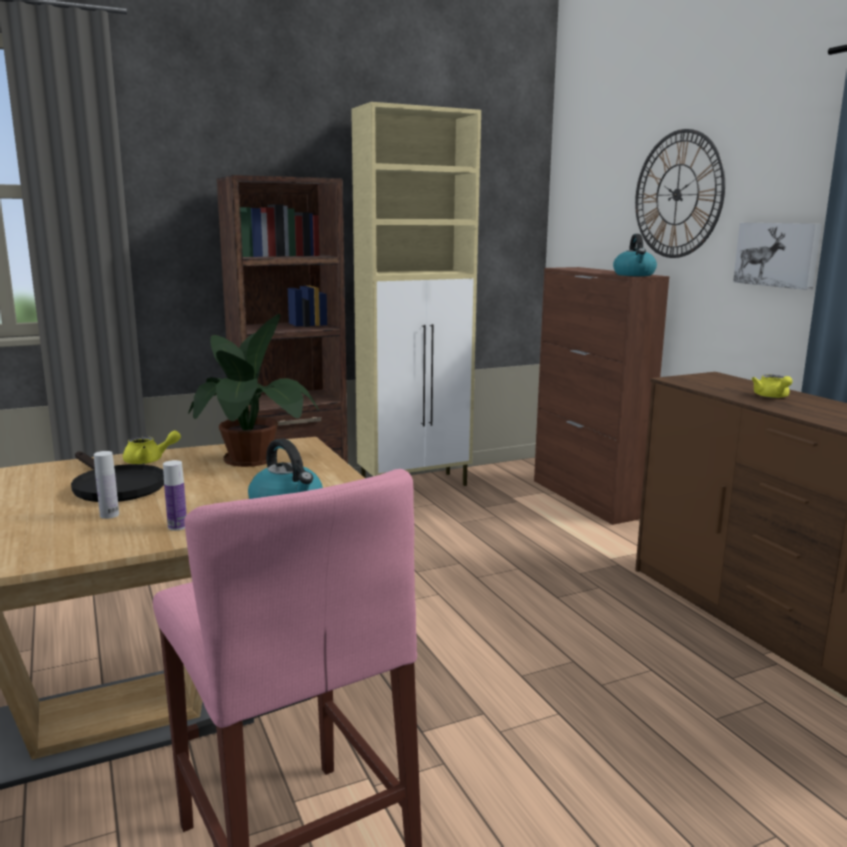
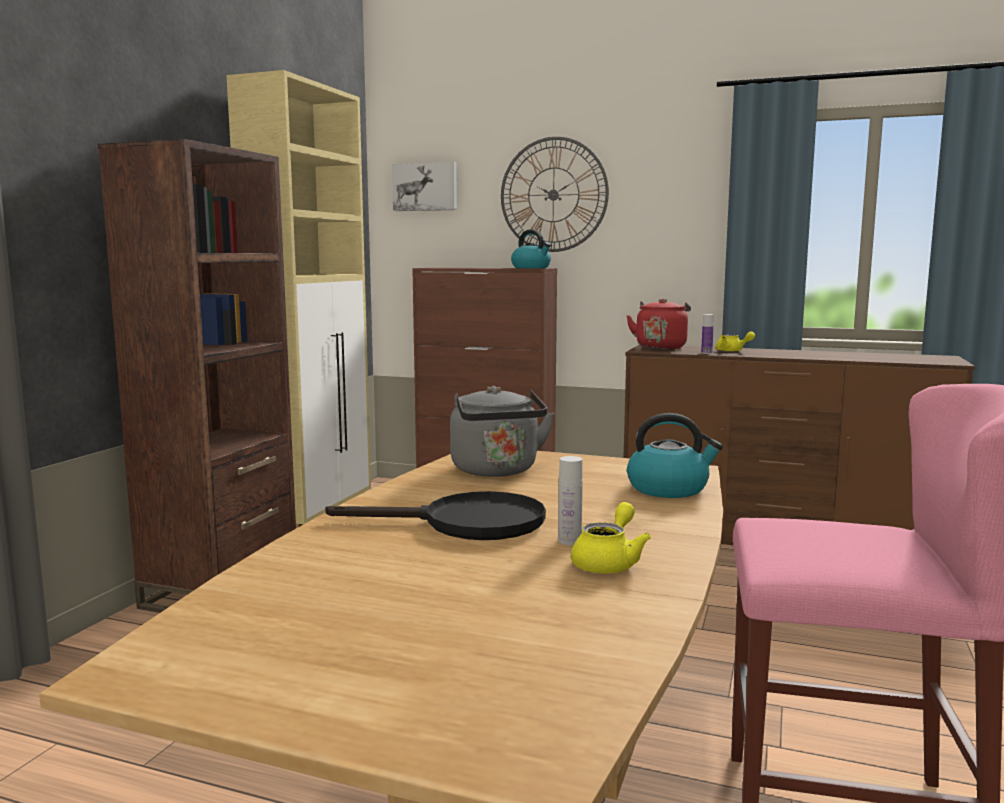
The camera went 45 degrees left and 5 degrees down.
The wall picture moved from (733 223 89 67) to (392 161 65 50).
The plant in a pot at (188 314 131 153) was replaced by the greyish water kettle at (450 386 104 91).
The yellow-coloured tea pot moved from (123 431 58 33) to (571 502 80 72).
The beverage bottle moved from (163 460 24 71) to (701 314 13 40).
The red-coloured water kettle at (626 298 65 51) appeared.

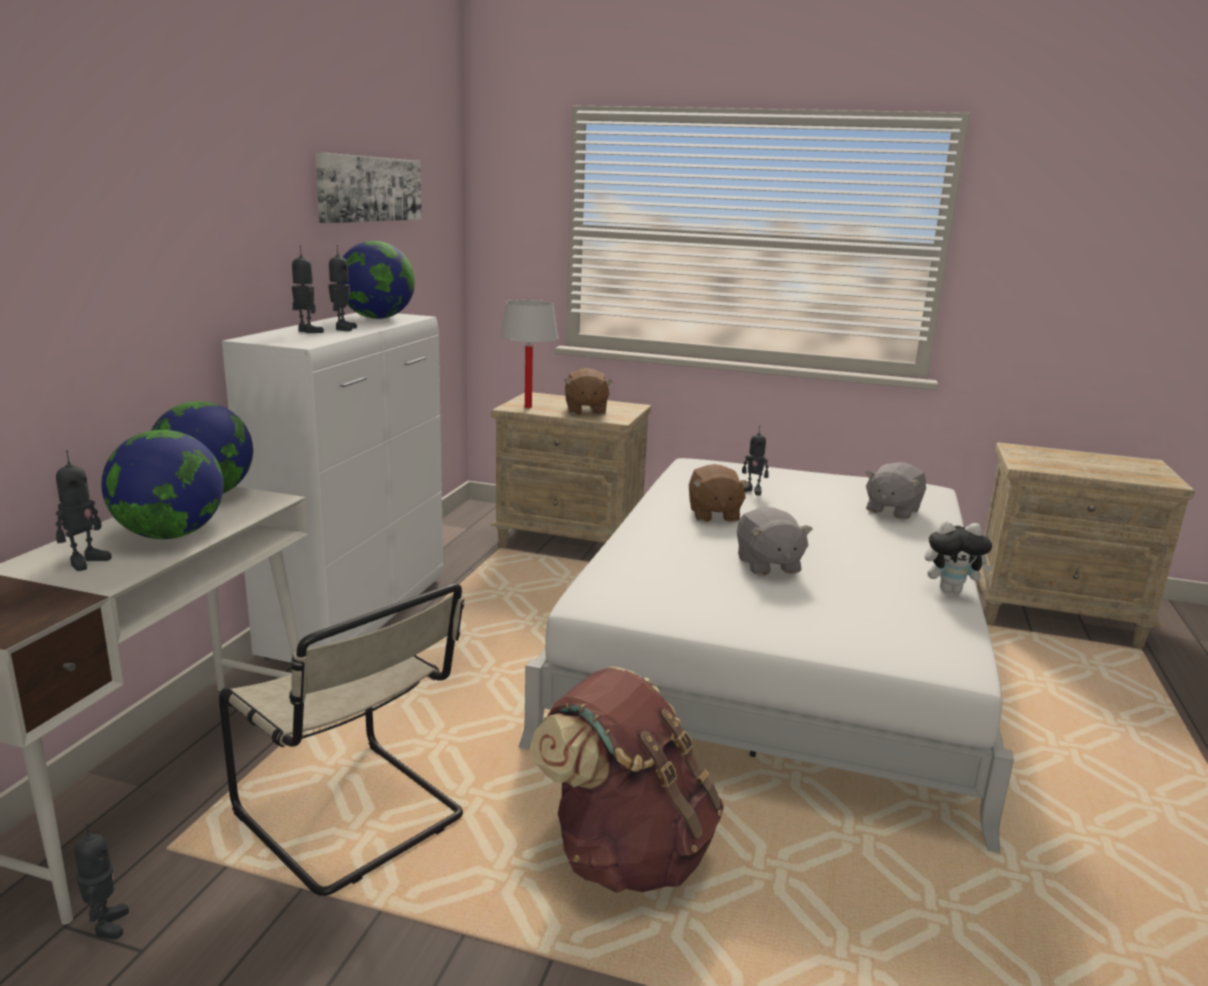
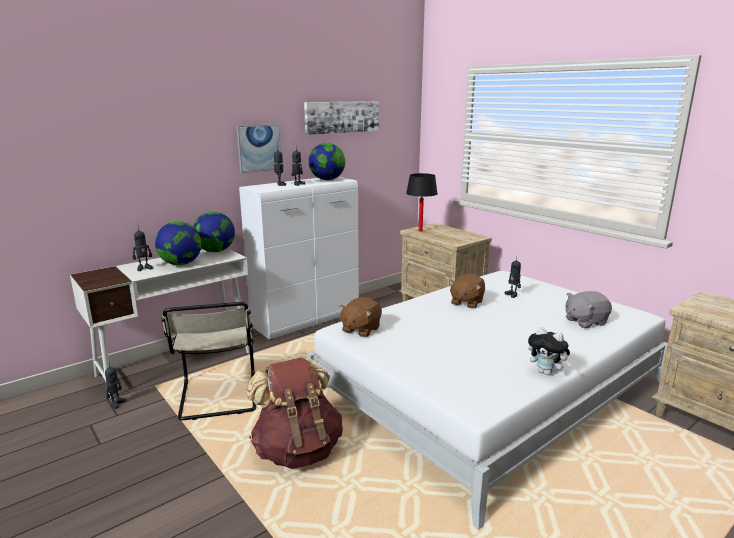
The camera went 35 degrees right and 0 degrees up.
The whitish table lamp at (500 300 58 108) became the black-coloured table lamp at (406 173 32 59).
The brown cuddly toy moved from (564 368 48 47) to (339 297 43 40).
The greyish cuddly toy at (737 507 76 69) disappeared.
The wall picture at (237 124 44 49) appeared.

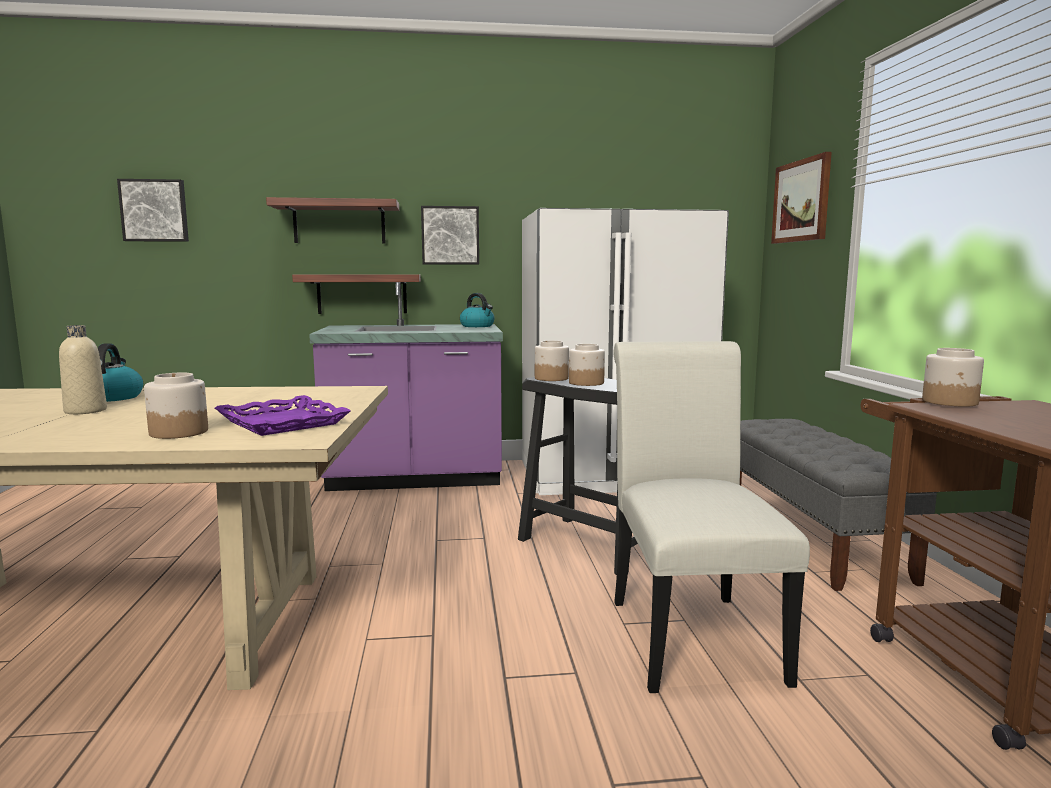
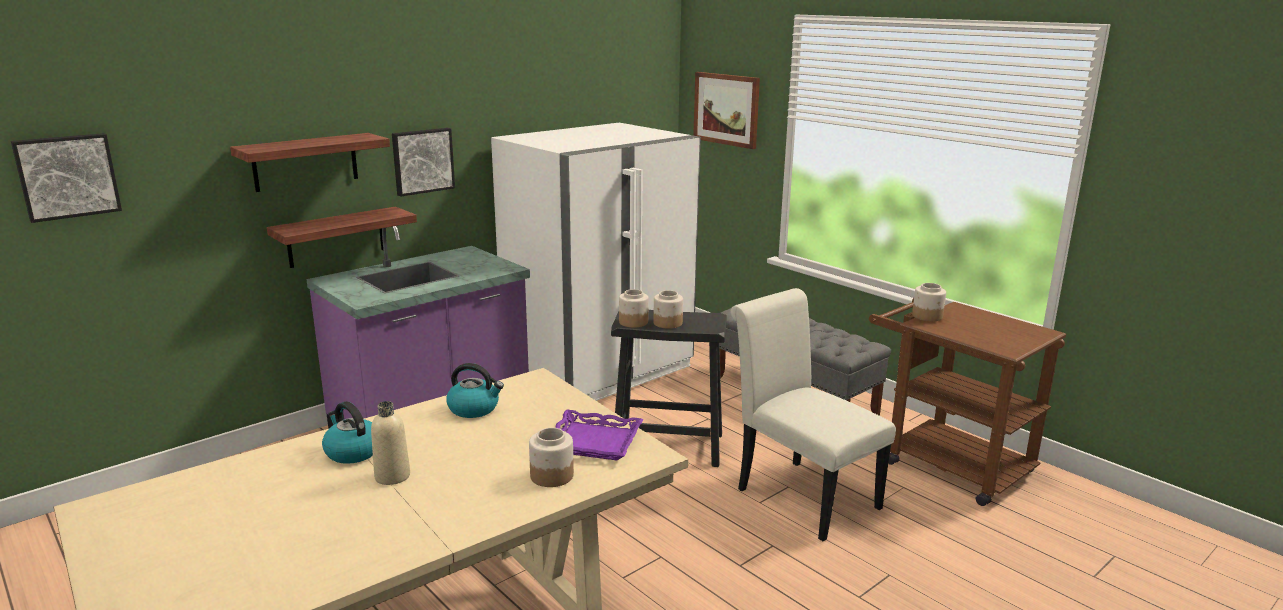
The camera went 35 degrees left and 10 degrees up.
The water kettle moved from (460 293 35 34) to (446 363 58 55).

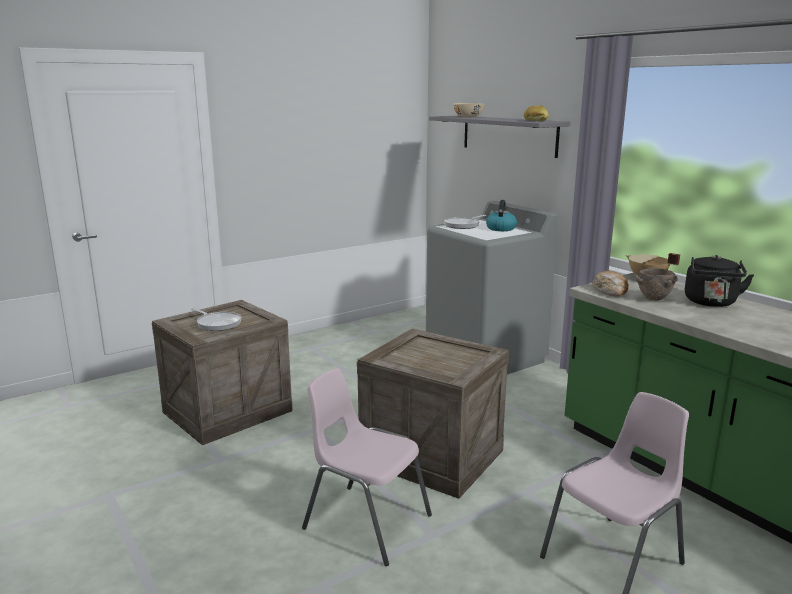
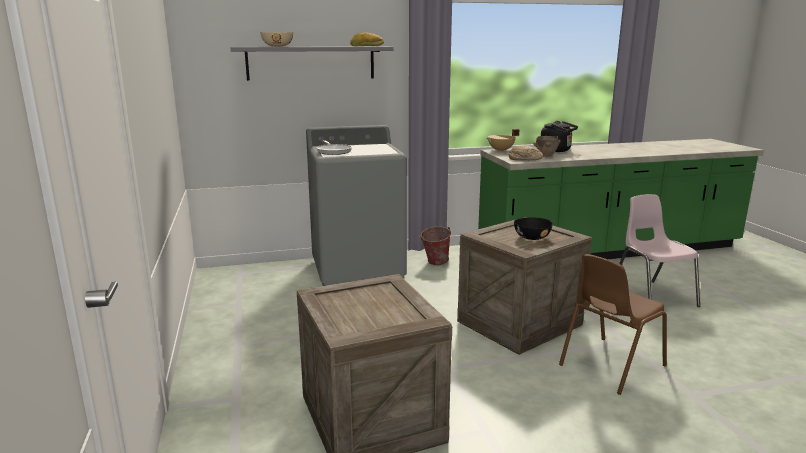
The camera went 70 degrees left and 0 degrees up.
The water kettle at (486 200 31 31) disappeared.
The frying pan at (191 308 50 23) disappeared.
The pink chair at (302 368 130 198) became the brown chair at (559 254 108 141).
The black-coloured bowl at (514 217 39 23) appeared.
The water bucket at (419 226 32 39) appeared.

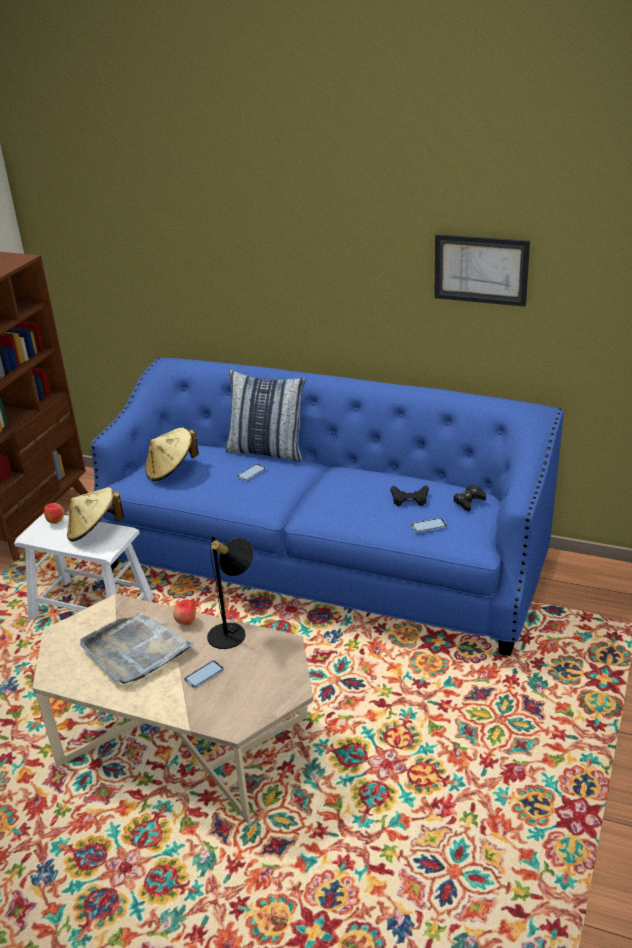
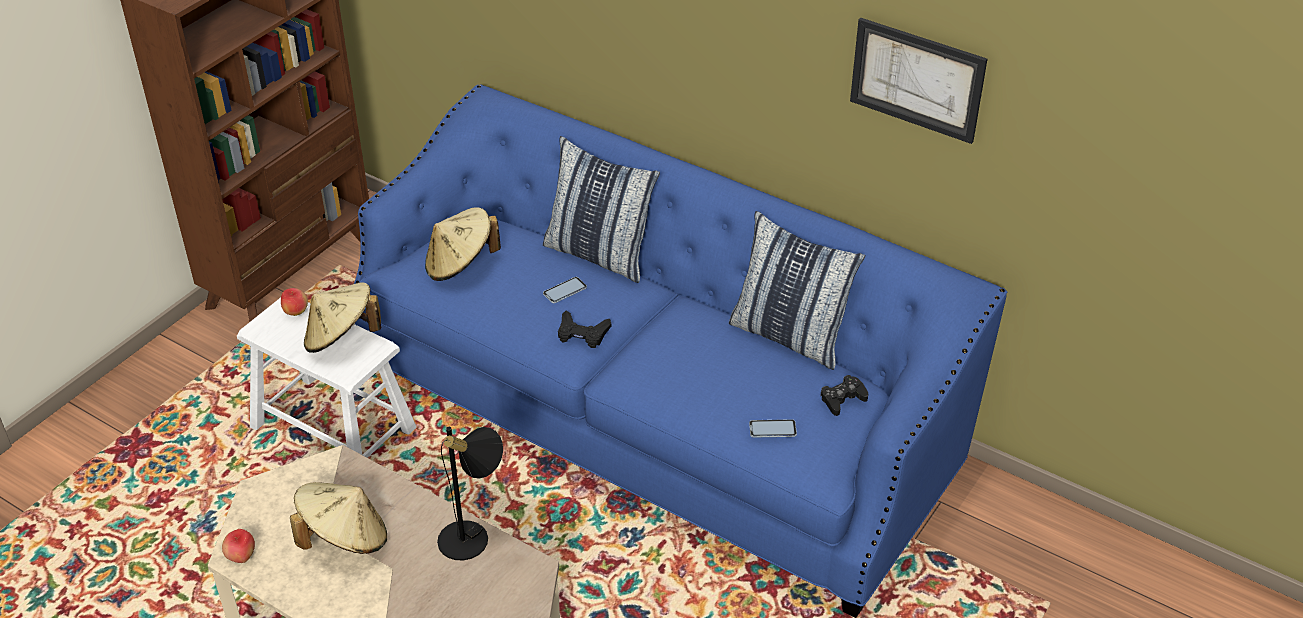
The camera went 10 degrees right and 10 degrees up.
The black-coloured gamepad moved from (390 485 39 21) to (558 311 53 37).
The apple fruit moved from (173 599 23 26) to (222 529 33 34).
The greyish tray at (80 613 114 71) was replaced by the beige hat at (290 482 97 72).
The phone at (184 660 40 28) disappeared.
The cushion at (729 211 136 159) appeared.

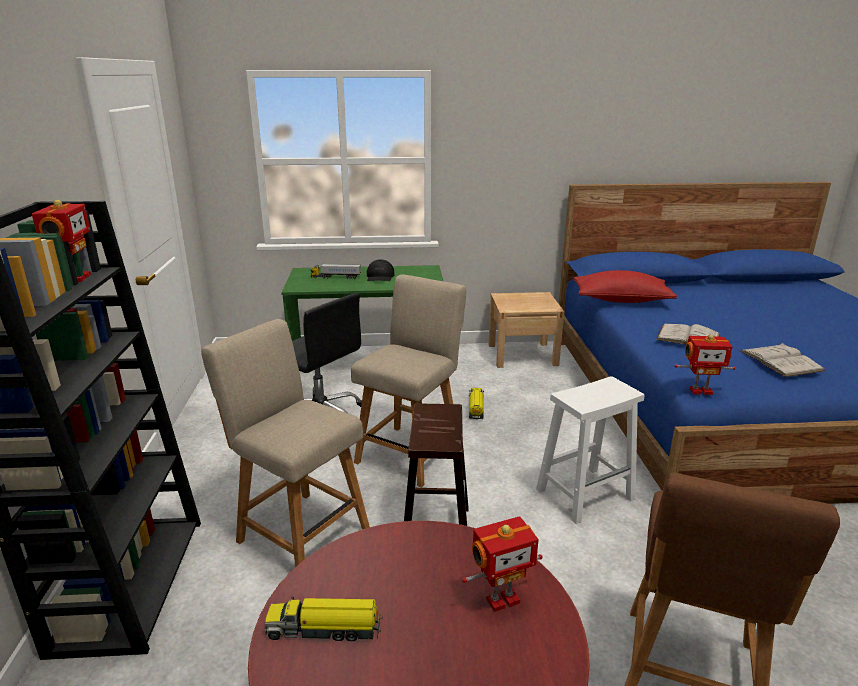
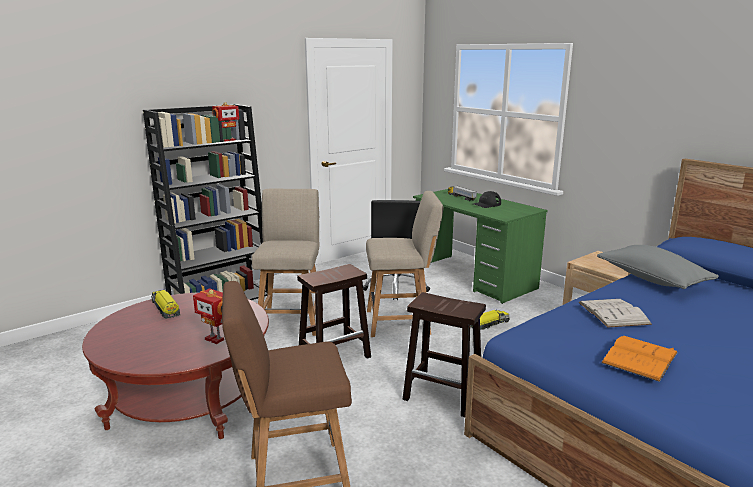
The camera went 55 degrees right and 5 degrees down.
The red-coloured cushion at (574 270 103 33) became the greyish cushion at (597 245 122 44).
The model robot at (675 335 61 60) disappeared.
The whitish book at (741 343 84 34) became the orange-coloured book at (601 336 77 46).
The whitish sitting stool at (536 376 108 148) became the brown sitting stool at (402 292 84 125).

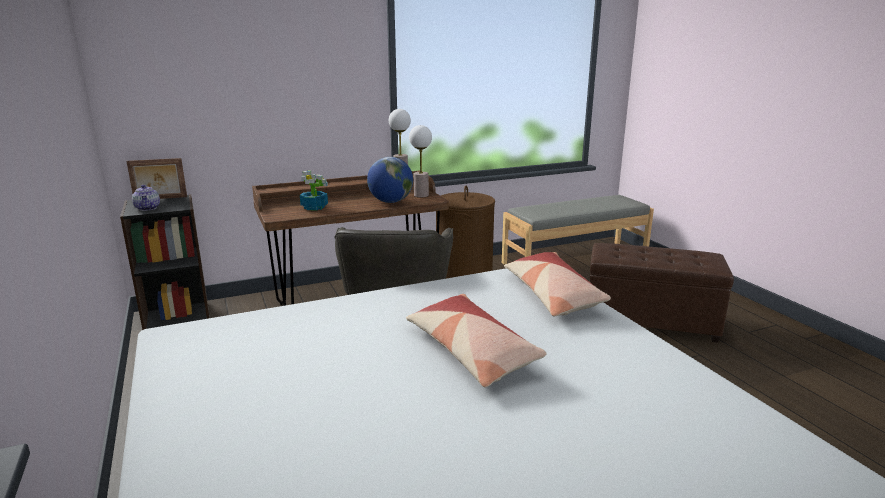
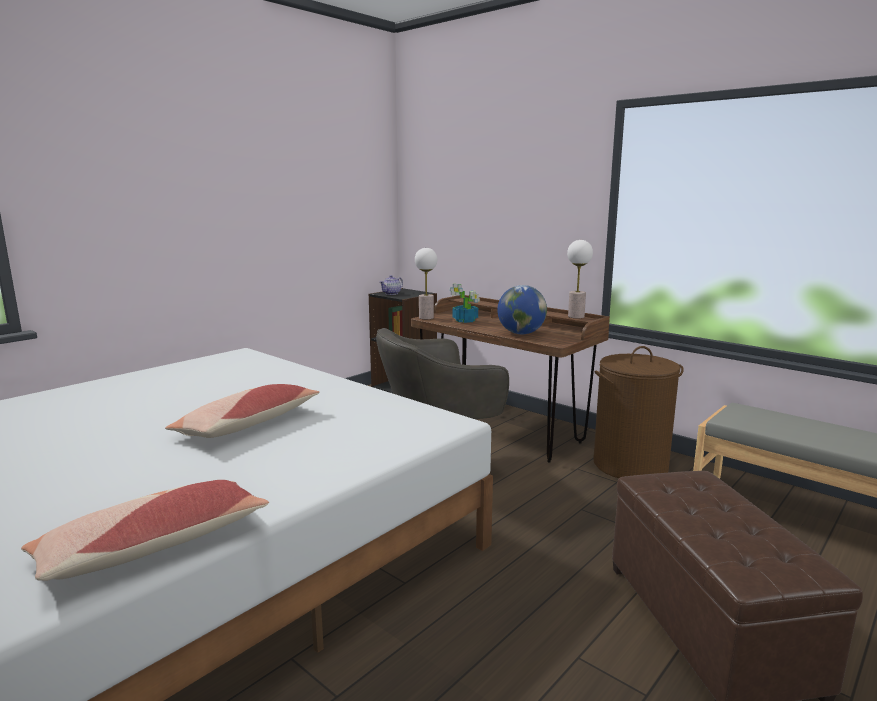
The camera went 65 degrees right and 5 degrees down.
The table lamp moved from (409 125 23 72) to (415 248 22 71).
The photo frame at (127 158 60 41) disappeared.
The cushion moved from (504 252 107 65) to (21 480 248 101).

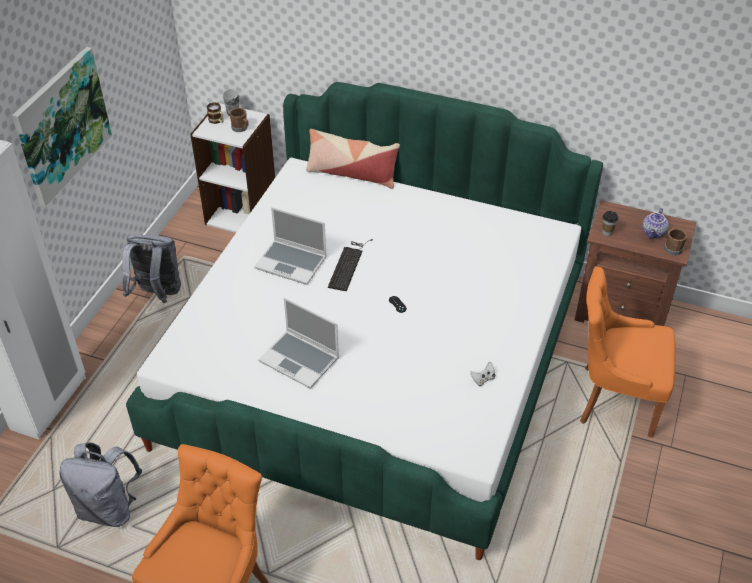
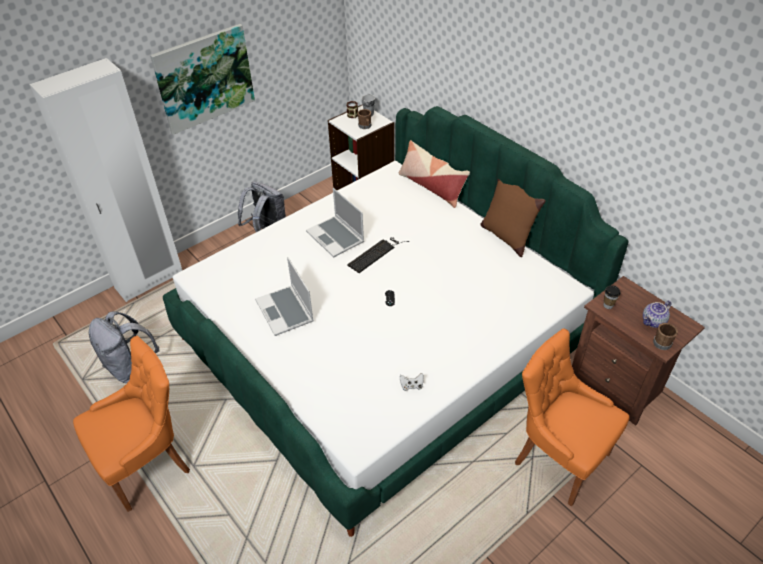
The camera went 30 degrees right and 0 degrees up.
The brown cushion at (481 179 65 78) appeared.

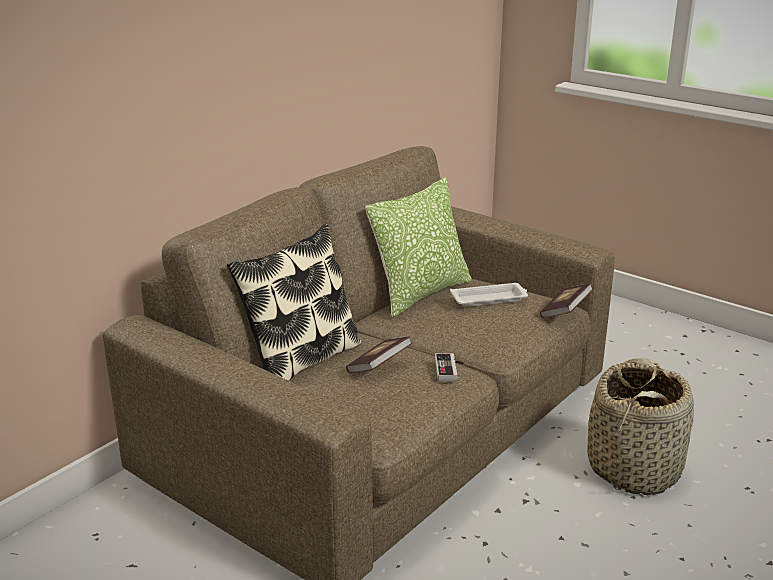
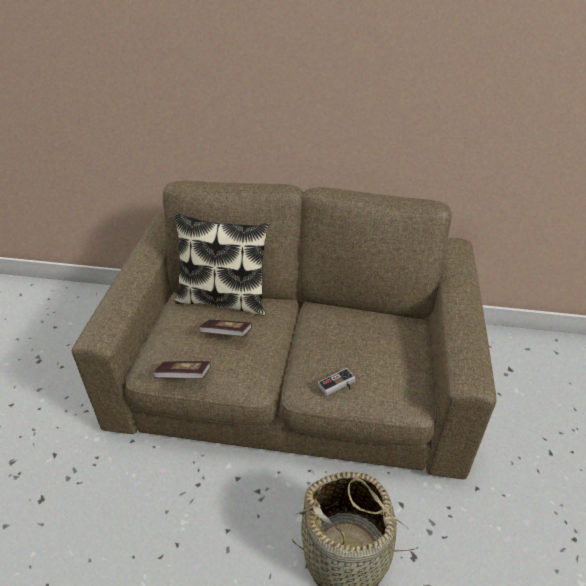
The camera went 60 degrees right and 15 degrees up.
The cushion at (365 177 107 140) disappeared.
The whitish tray at (450 283 78 24) disappeared.
The book moved from (540 283 53 35) to (153 361 58 18).
The gamepad moved from (435 353 29 28) to (318 368 38 28).

